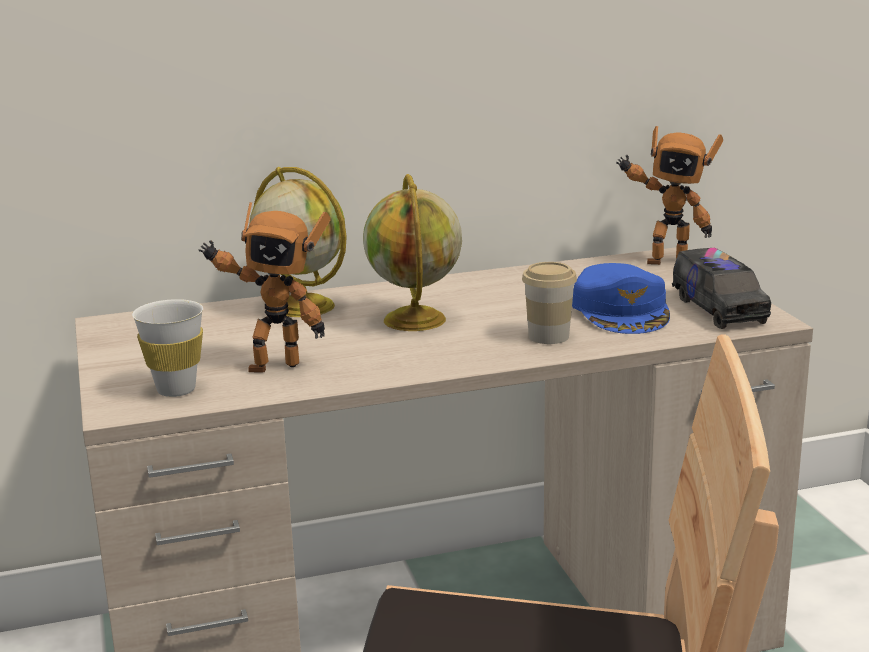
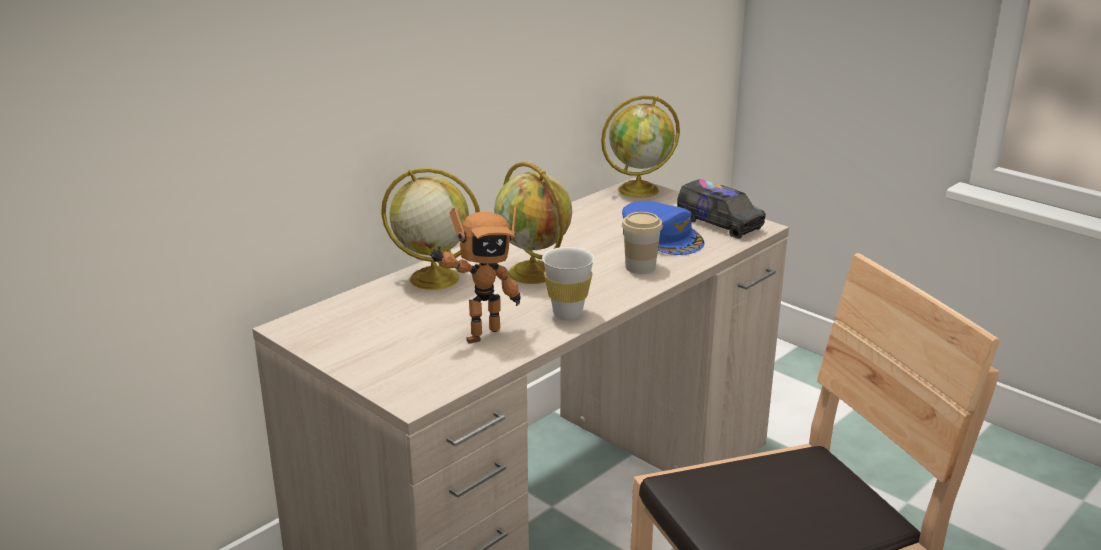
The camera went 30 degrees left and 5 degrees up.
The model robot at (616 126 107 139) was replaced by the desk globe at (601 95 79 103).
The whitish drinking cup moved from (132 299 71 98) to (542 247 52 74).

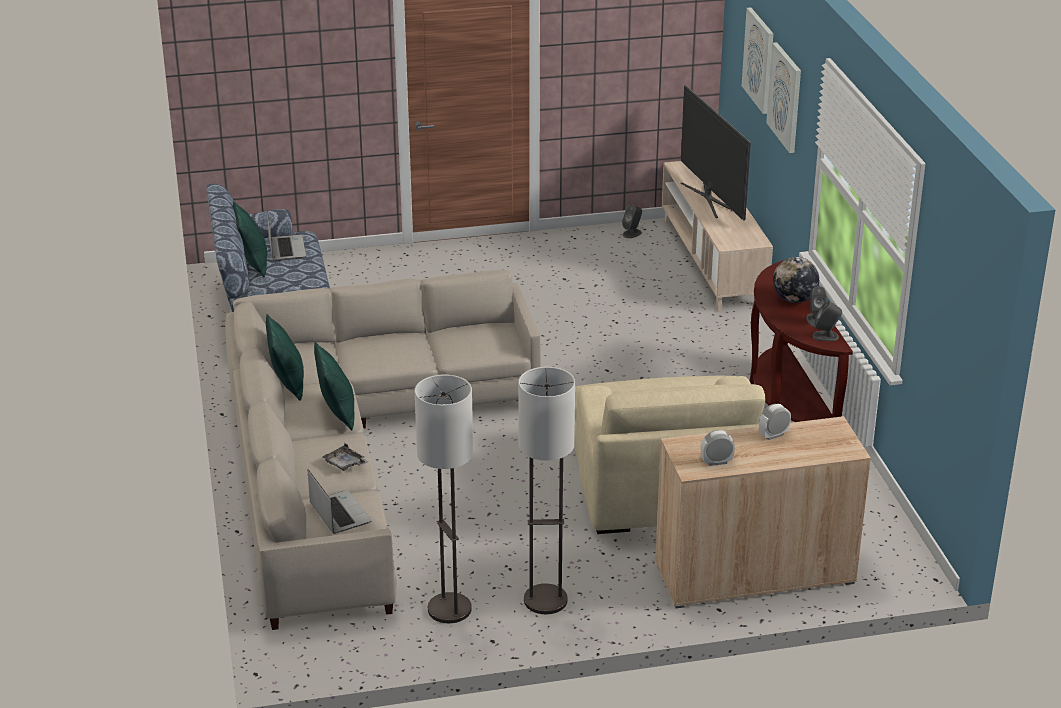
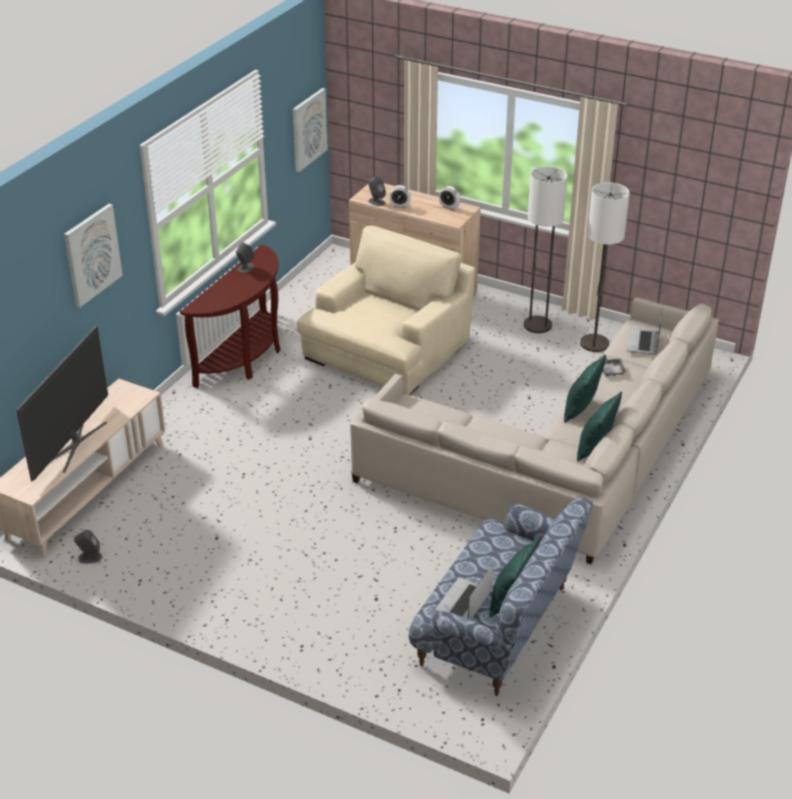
The camera went 140 degrees left and 5 degrees up.
The wall picture moved from (742 7 31 107) to (293 88 35 84).
The desk globe at (773 257 46 46) disappeared.
The greyish loudspeaker moved from (812 301 30 40) to (368 176 18 30).

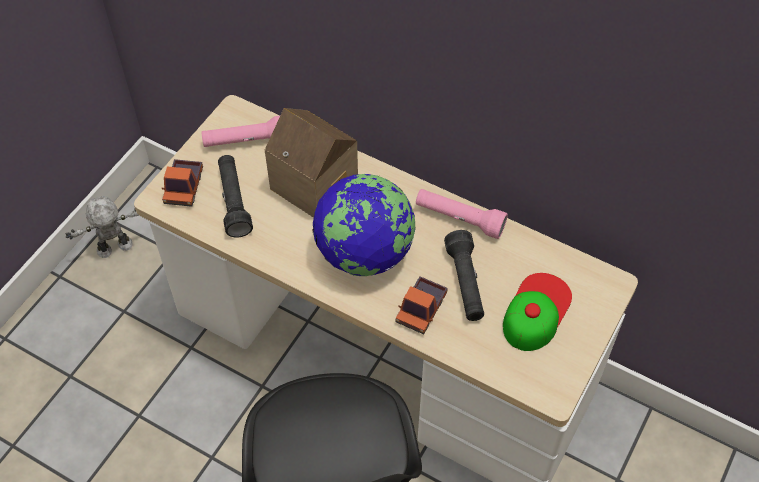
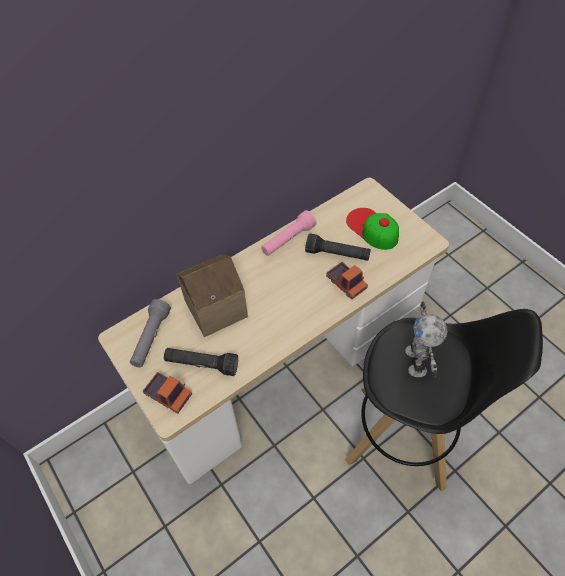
The camera went 65 degrees left and 0 degrees up.
The pink hand torch at (202 116 78 31) became the greyish hand torch at (130 299 41 68).
The desk globe at (312 174 103 102) disappeared.
The model robot moved from (66 196 73 62) to (405 302 43 76).

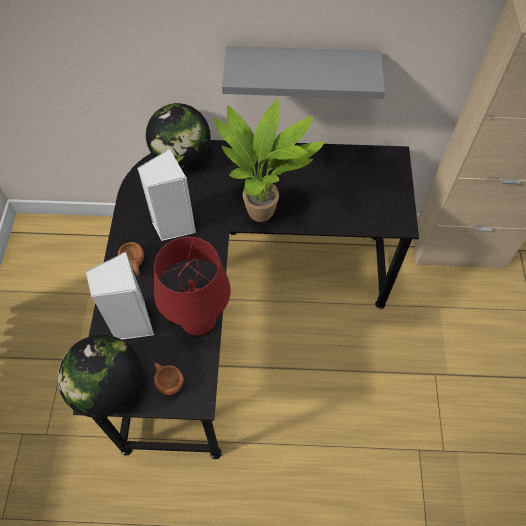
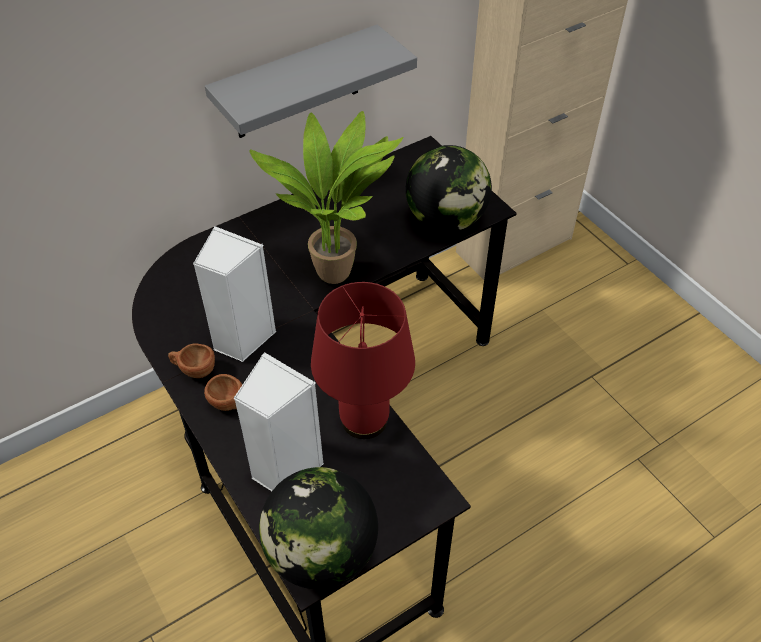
The camera went 35 degrees left and 10 degrees down.
The desk globe moved from (146 103 65 66) to (406 145 86 87).
The brown drinking cup moved from (154 363 30 32) to (168 344 47 34).

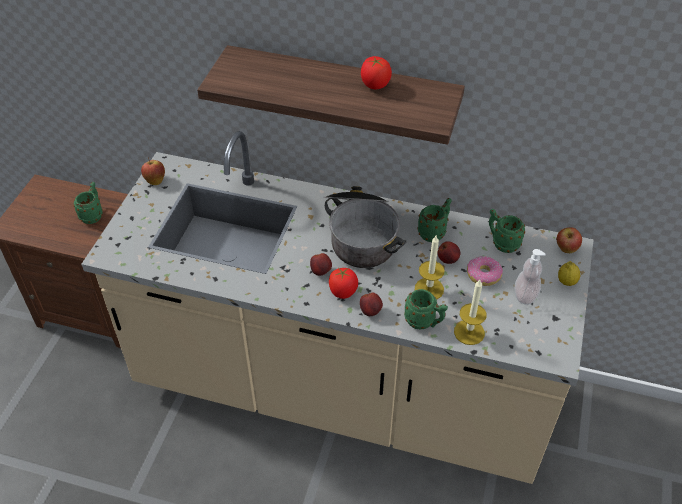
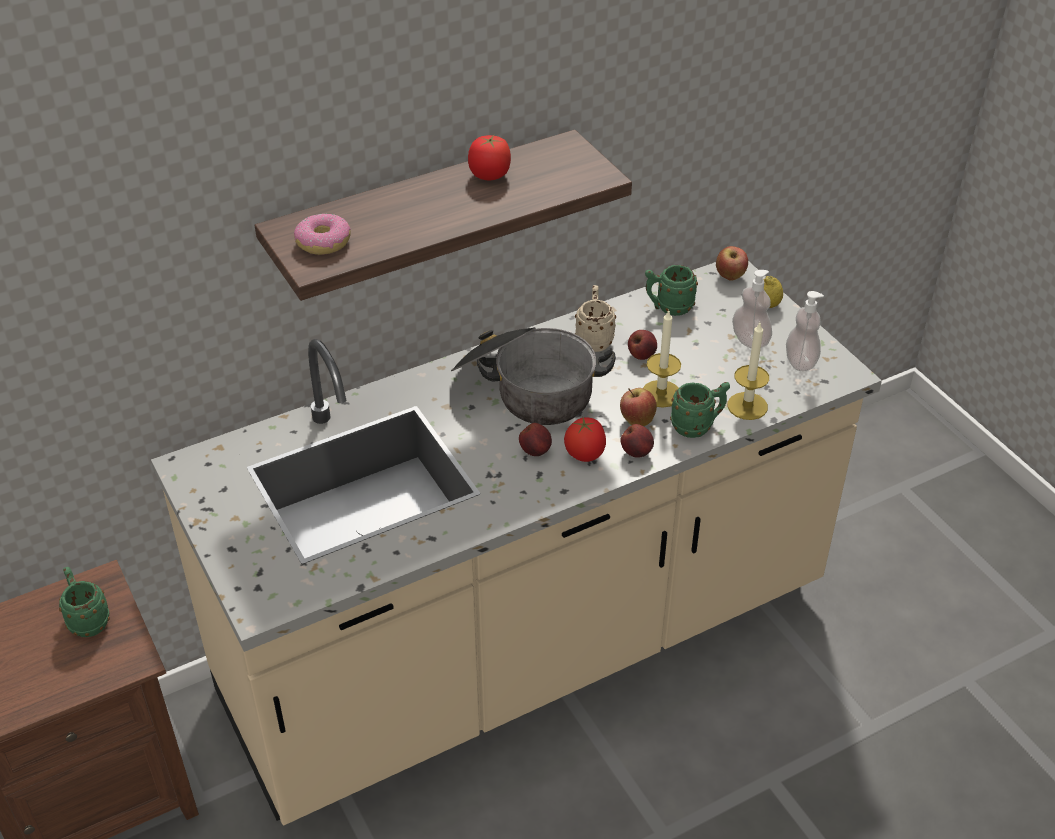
The camera went 45 degrees left and 5 degrees down.
The apple fruit moved from (141 157 24 28) to (620 388 37 38).
The green tea mug at (417 198 35 44) became the beige tea mug at (575 285 41 67).
The donut moved from (467 256 36 30) to (294 213 57 42).
The soap bottle at (786 291 38 80) appeared.

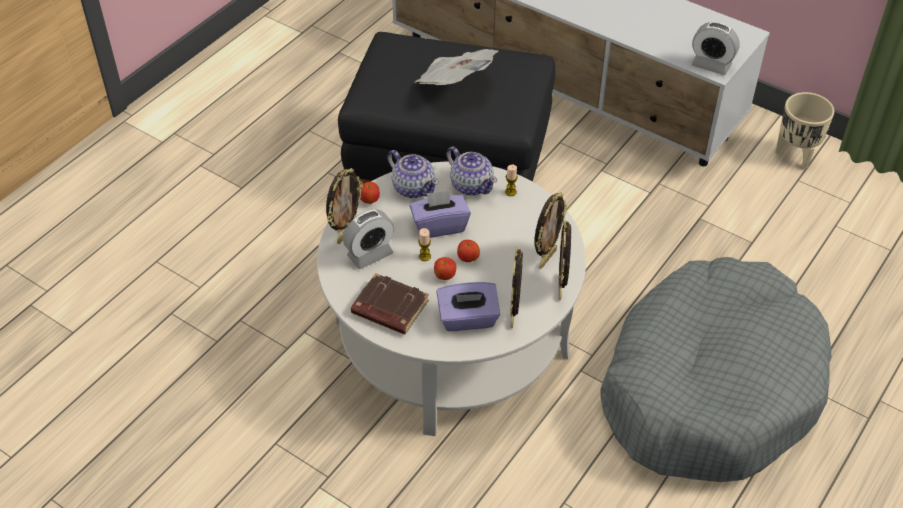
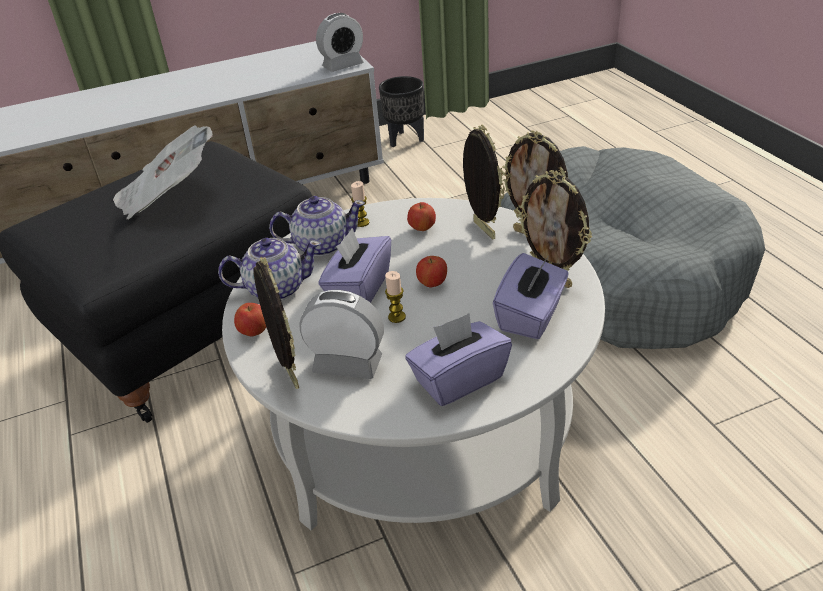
The camera went 55 degrees left and 10 degrees down.
The beige plant pot at (775 92 59 77) became the black-coloured plant pot at (379 76 45 71).
The bedside clock at (343 209 51 60) turned 75 degrees counterclockwise.
The apple fruit moved from (434 257 22 23) to (407 202 29 29).
The brown book at (351 273 78 62) was replaced by the purplish box of tissues at (405 313 107 93).

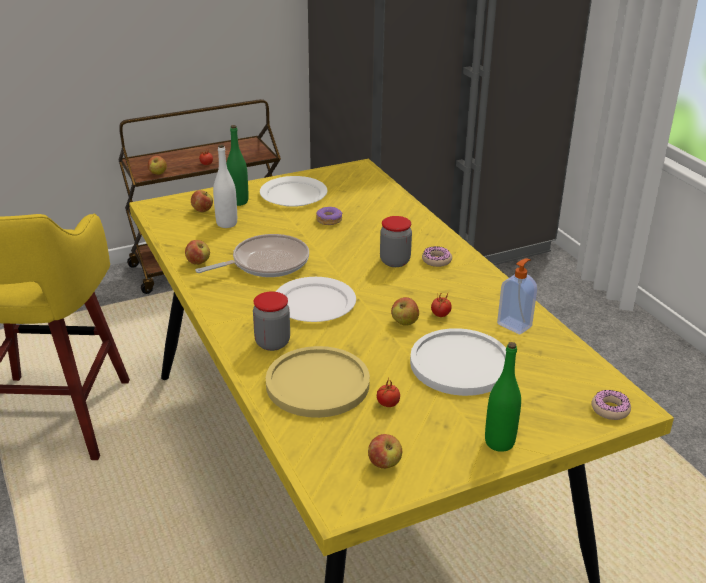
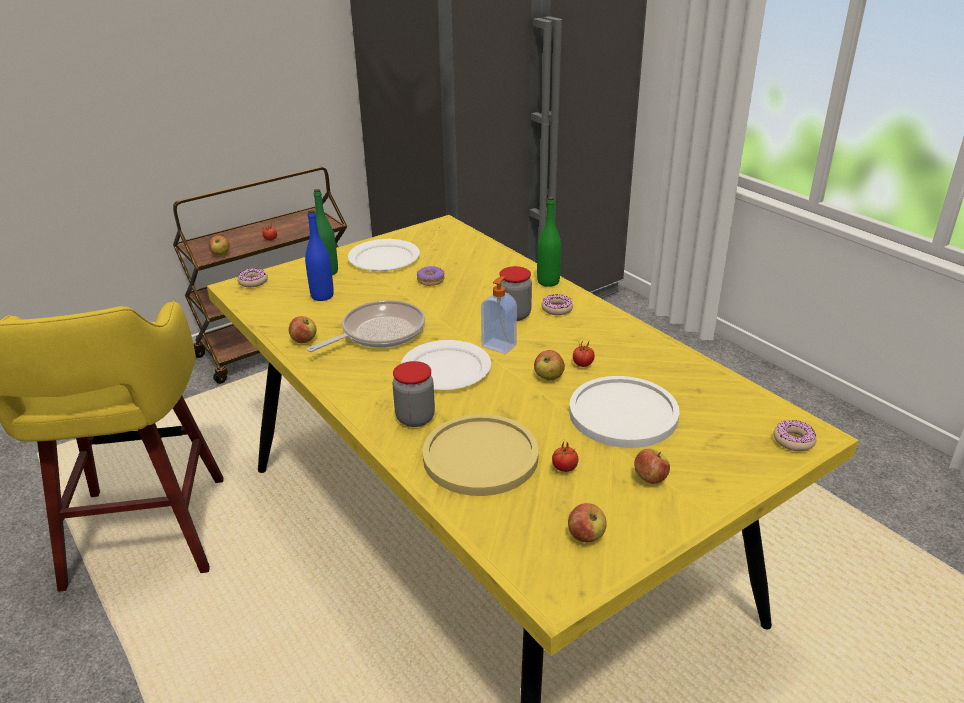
The camera went 10 degrees left and 0 degrees up.
The whitish beverage bottle at (213 144 24 84) became the blue beverage bottle at (305 210 29 91).
The apple fruit moved from (191 190 22 22) to (634 449 36 35).
The soap bottle moved from (497 258 40 77) to (481 276 36 78).
The green beverage bottle moved from (485 342 36 110) to (537 197 25 90).
The donut at (237 268 31 19) appeared.

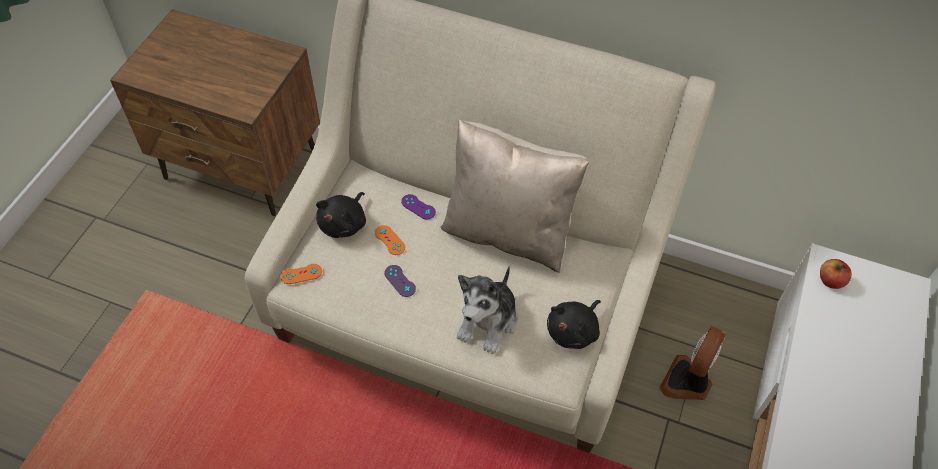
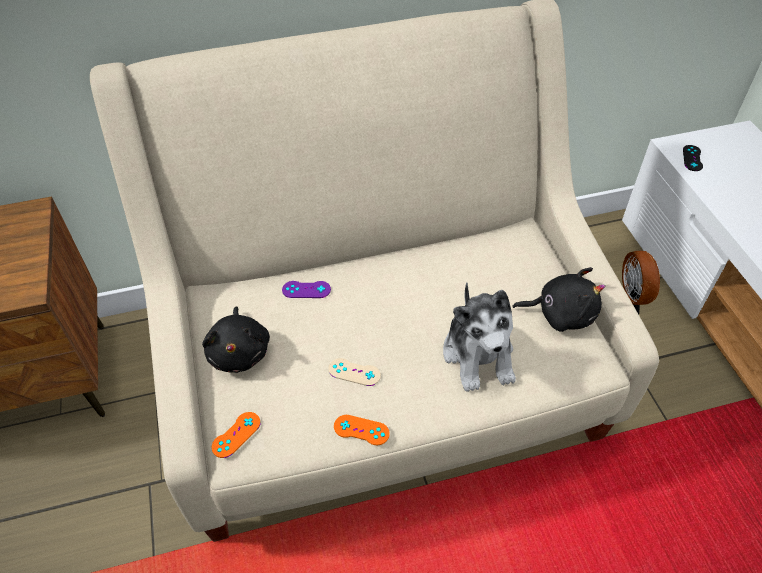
The camera went 35 degrees left and 5 degrees down.
The beige cushion at (440 119 149 154) disappeared.
The orange-coloured gamepad moved from (375 225 30 30) to (334 415 56 30).
The apple fruit at (820 259 32 30) was replaced by the black-coloured gamepad at (683 145 20 26).
The purplish gamepad at (384 265 32 32) became the beige gamepad at (329 358 52 28).
The black-coloured cuddly toy at (547 300 54 49) turned 90 degrees counterclockwise.

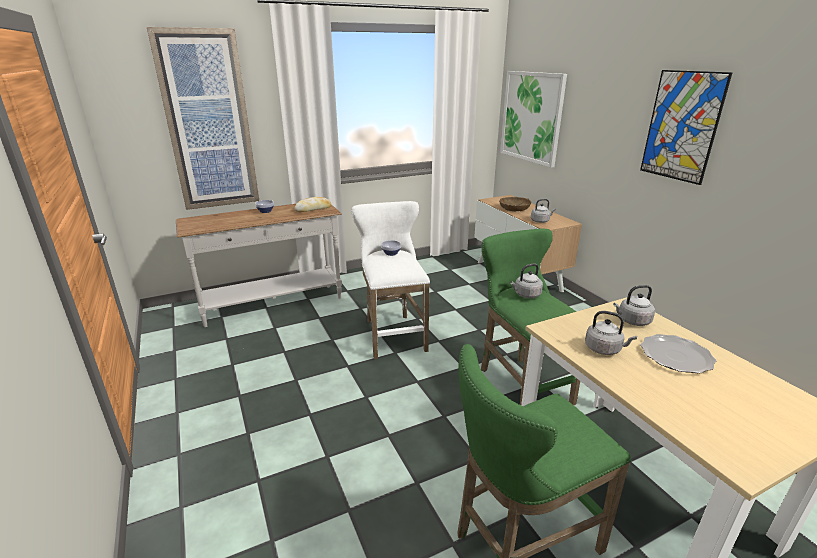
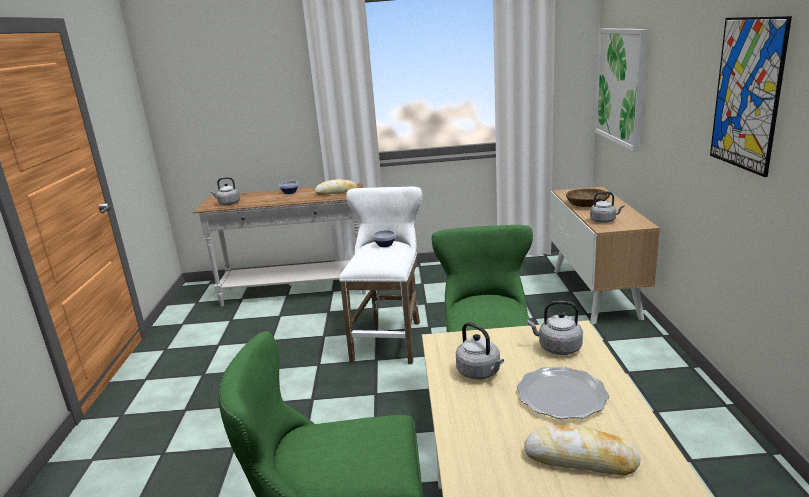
The camera went 25 degrees right and 5 degrees down.
The wall picture at (147 27 112 183) disappeared.
The greyish water kettle moved from (510 263 33 35) to (210 177 30 28).
The bakery bread at (524 425 117 51) appeared.

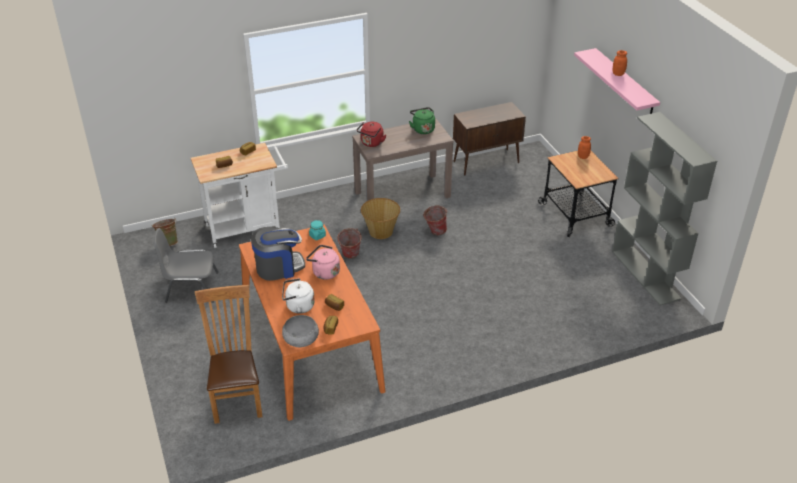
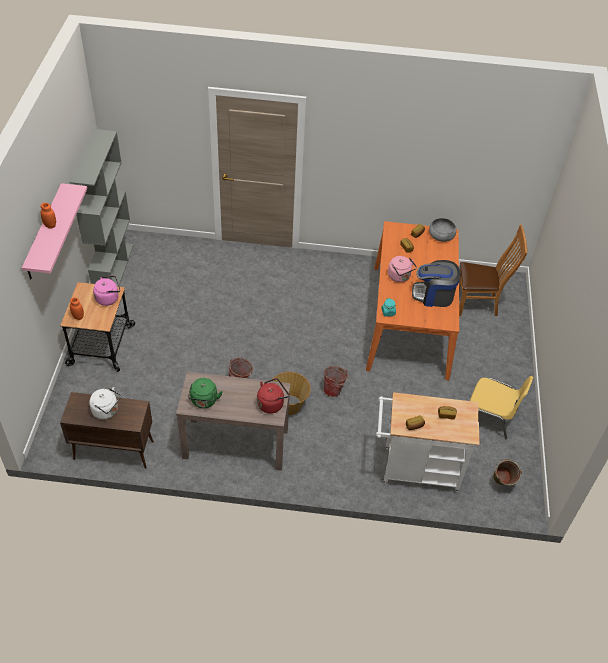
The camera went 155 degrees left and 10 degrees up.
The greyish chair at (153 228 66 75) became the yellow-coloured chair at (470 376 63 63).
The whitish water kettle moved from (282 278 33 36) to (89 387 32 32).
The brown chair at (195 285 67 139) turned 105 degrees counterclockwise.
The pink water kettle at (93 275 27 31) appeared.

